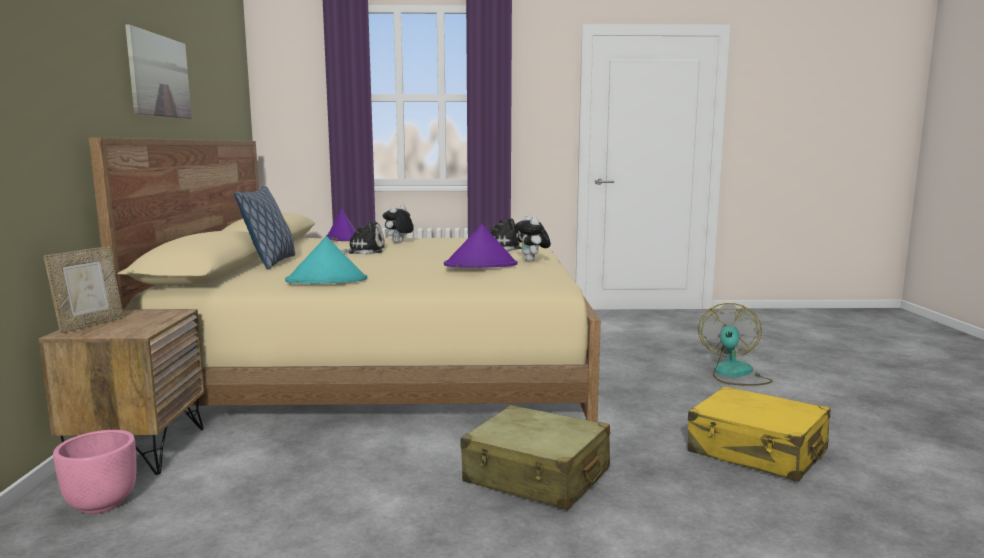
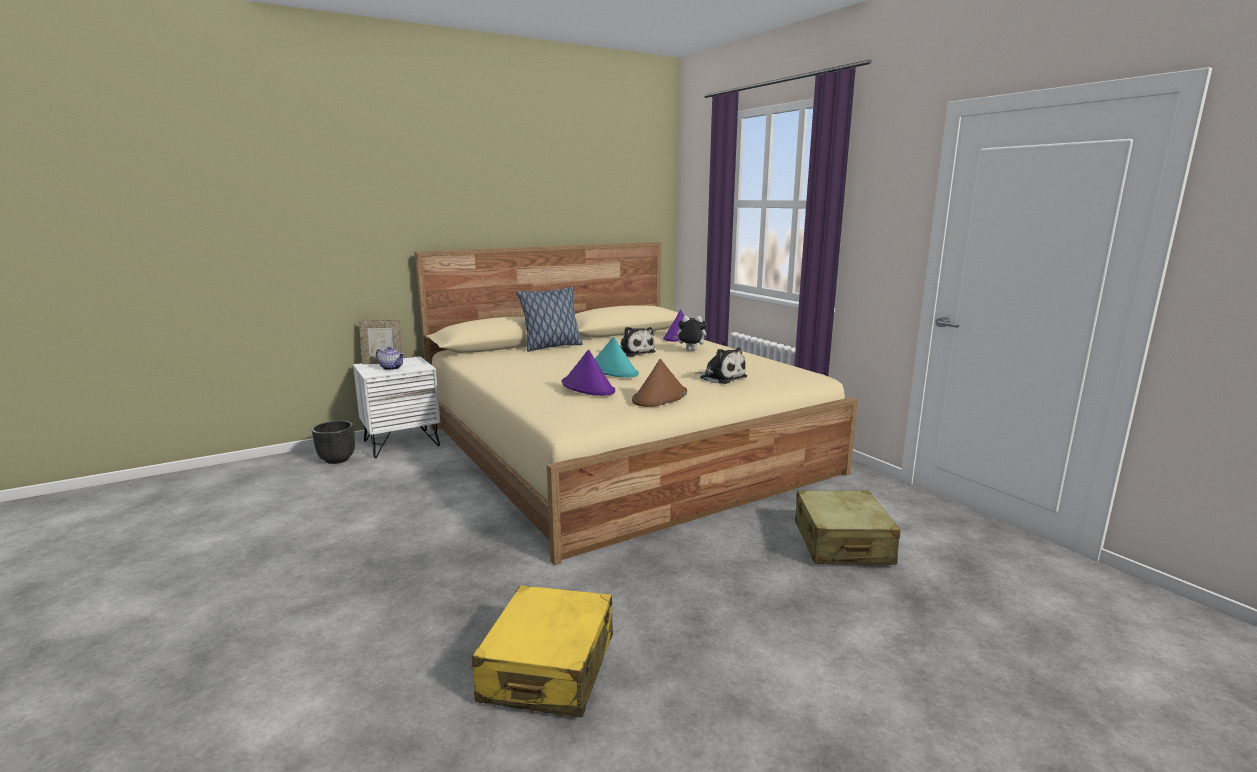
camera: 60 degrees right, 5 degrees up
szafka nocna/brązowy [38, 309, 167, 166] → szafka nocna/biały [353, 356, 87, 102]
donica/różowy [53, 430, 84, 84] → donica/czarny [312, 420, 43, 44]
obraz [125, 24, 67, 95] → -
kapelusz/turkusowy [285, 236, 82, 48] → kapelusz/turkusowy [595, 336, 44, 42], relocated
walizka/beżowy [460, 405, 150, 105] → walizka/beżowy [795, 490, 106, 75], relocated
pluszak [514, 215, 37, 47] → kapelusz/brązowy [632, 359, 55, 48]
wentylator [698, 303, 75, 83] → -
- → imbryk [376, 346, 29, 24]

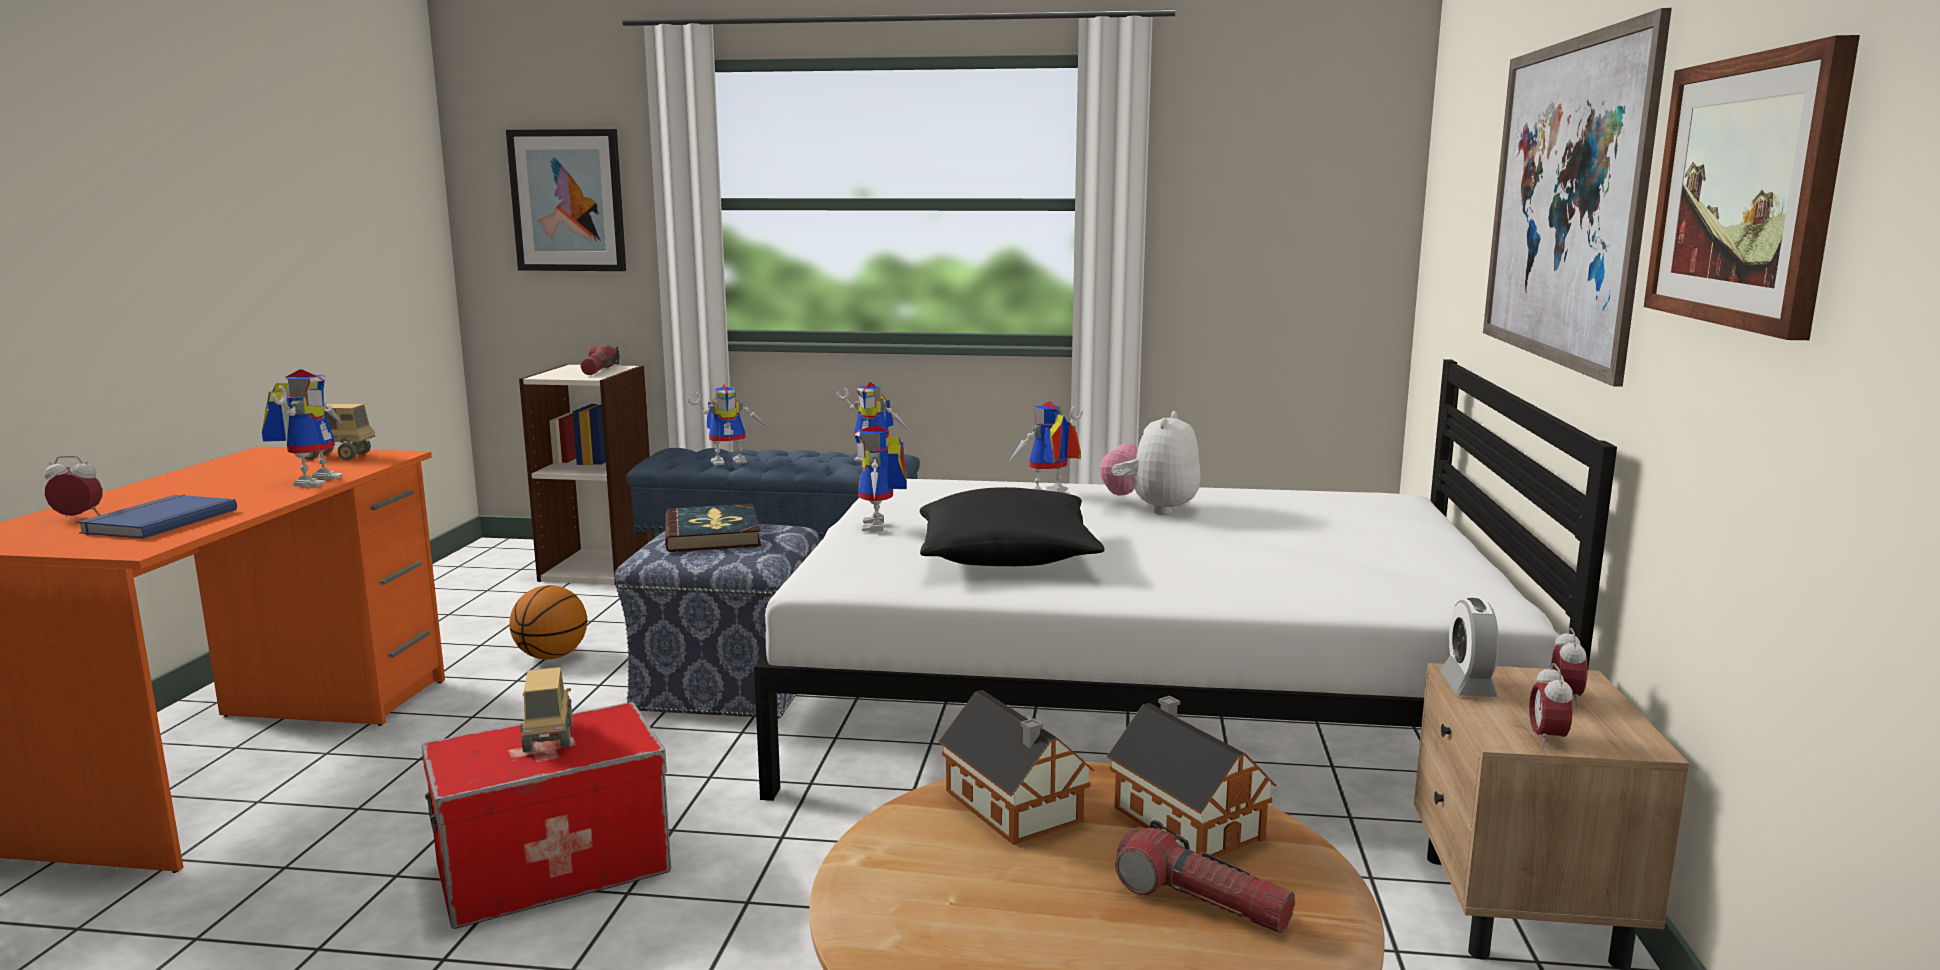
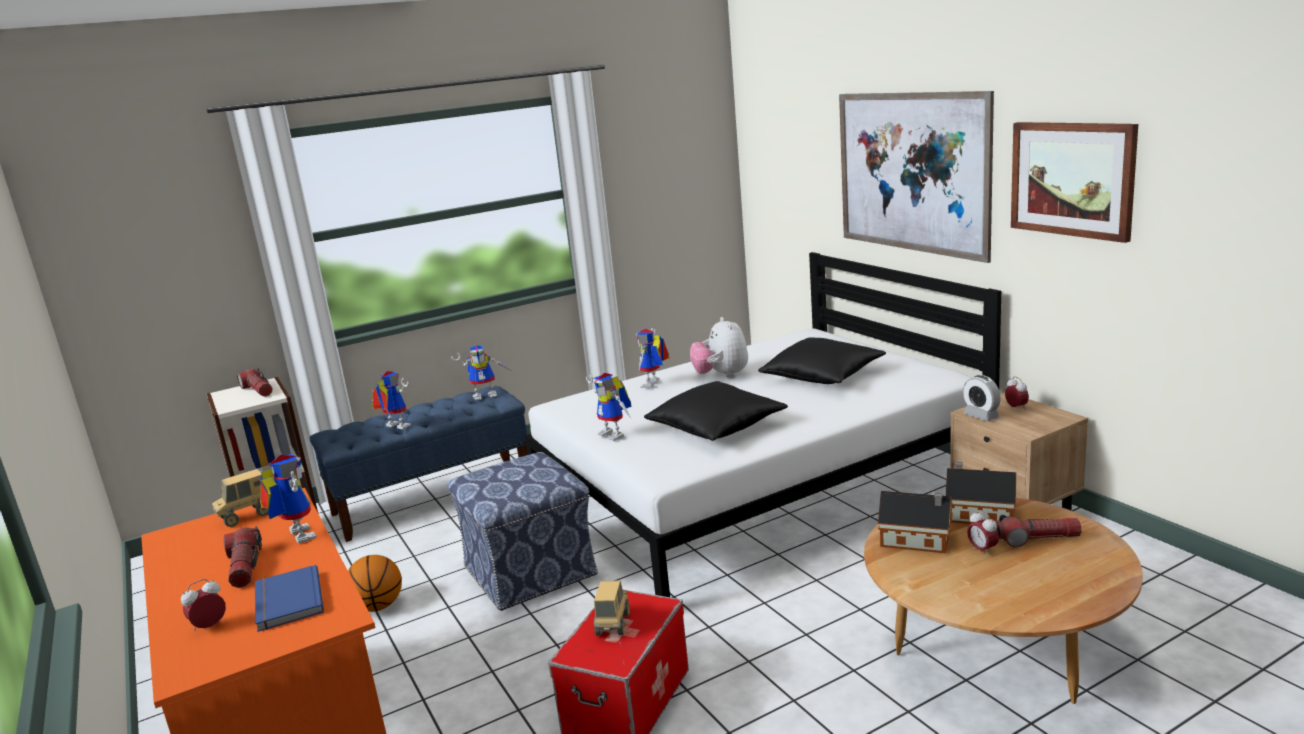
camera: 35 degrees left, 5 degrees up
obraz [506, 129, 120, 142] → -
ciężarówka zabawkowa [520, 667, 53, 85] → ciężarówka zabawkowa [594, 580, 36, 56], 60 degrees clockwise
książka [665, 504, 96, 48] → -
robot zabawkowy [687, 384, 82, 81] → robot zabawkowy [372, 371, 39, 58], 90 degrees counterclockwise
budzik [1529, 663, 44, 84] → budzik [967, 510, 32, 46], relocated
- → latarka [223, 526, 39, 62]
- → poduszka/czarny [758, 337, 128, 47]

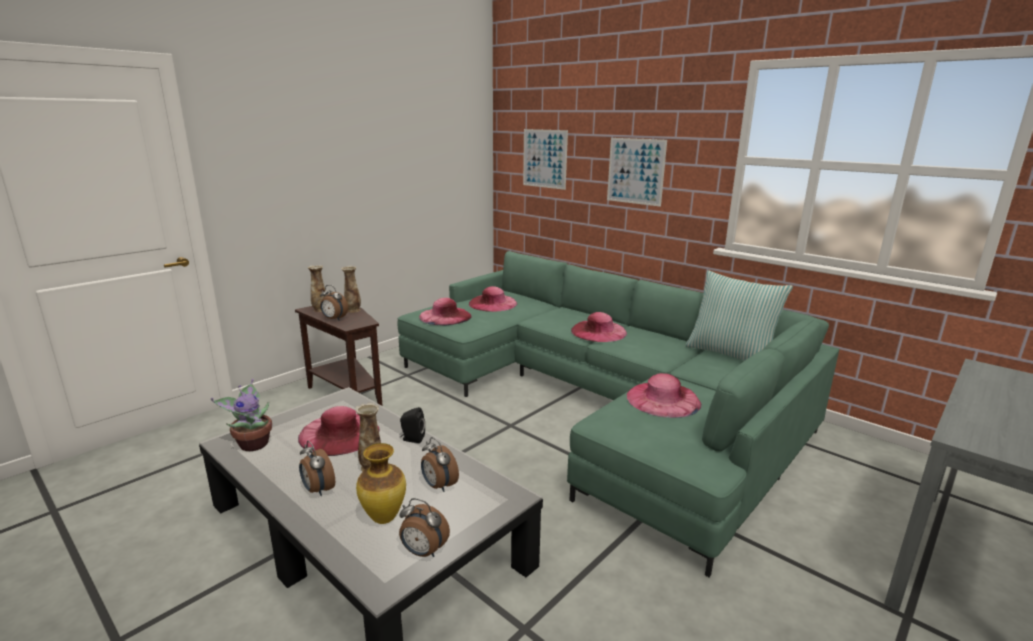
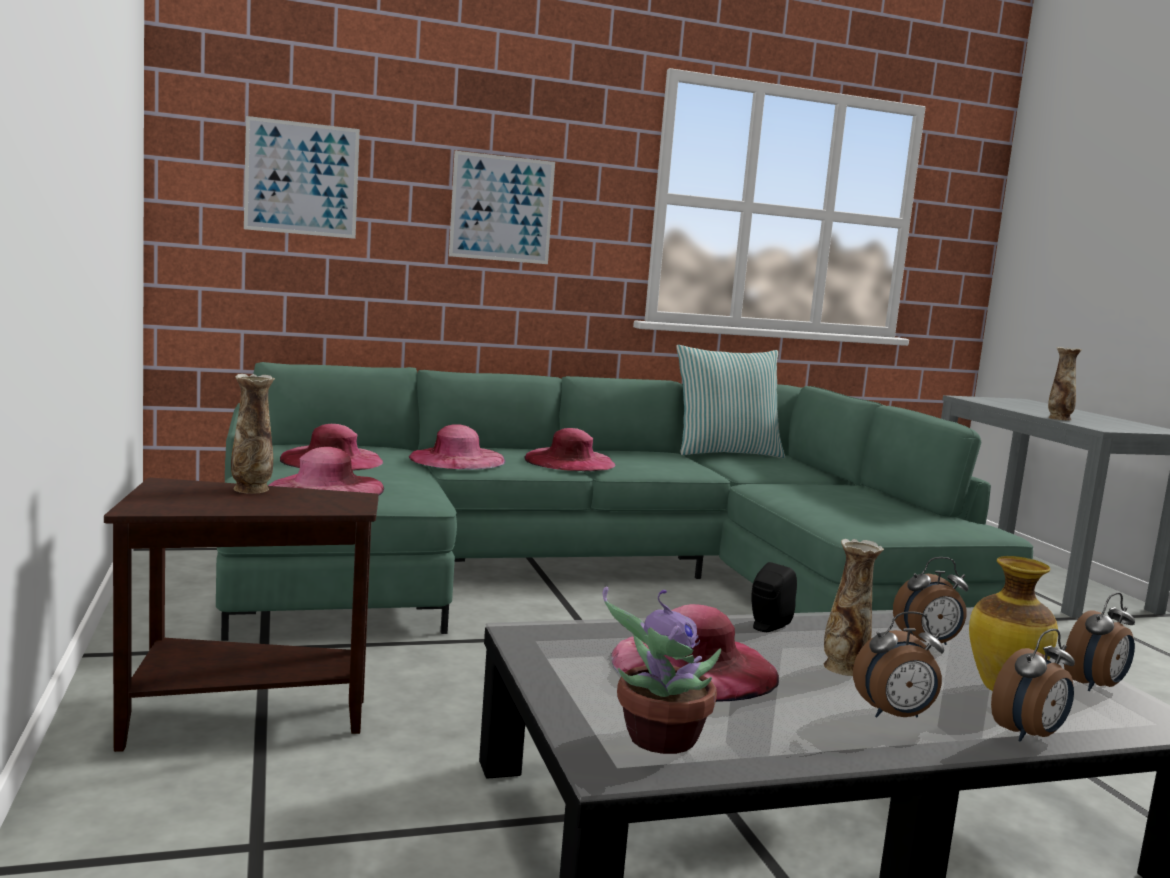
camera: 60 degrees left, 10 degrees down
wazon [308, 265, 19, 47] → wazon [1048, 347, 34, 73], relocated
budzik [320, 285, 28, 36] → budzik [991, 629, 84, 113], relocated
kapelusz/różowy [627, 373, 74, 45] → kapelusz/różowy [409, 424, 96, 45], relocated

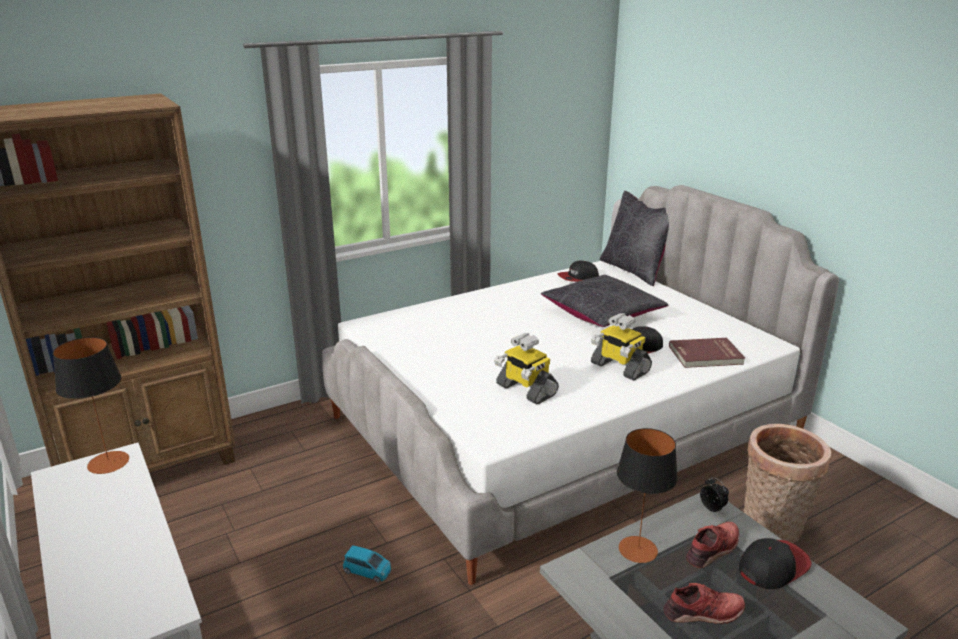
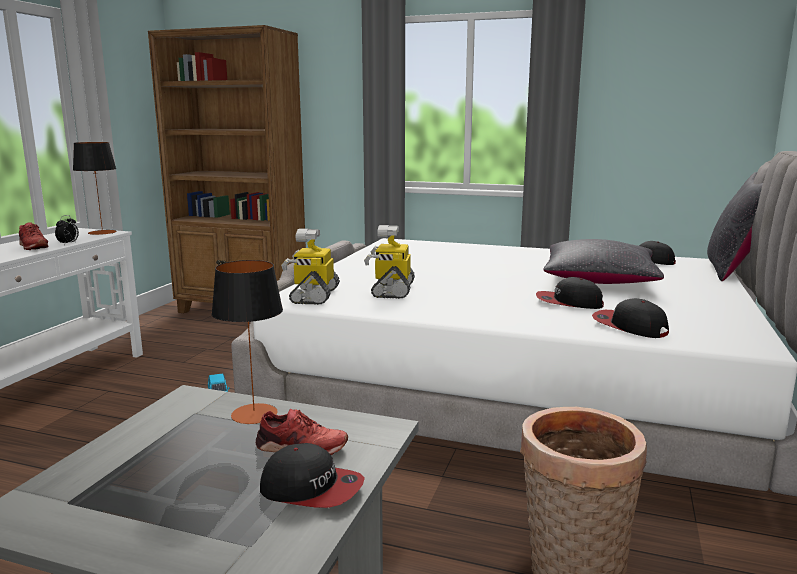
camera: 50 degrees right, 10 degrees down
robot zabawkowy [591, 313, 61, 68] → robot zabawkowy [281, 229, 59, 76], relocated
but/czerwony [663, 583, 82, 41] → but/czerwony [19, 222, 30, 28], relocated
książka/czerwony [669, 338, 76, 30] → czapka z daszkiem [592, 298, 77, 40]
budzik [700, 477, 29, 36] → budzik [55, 215, 24, 30], relocated

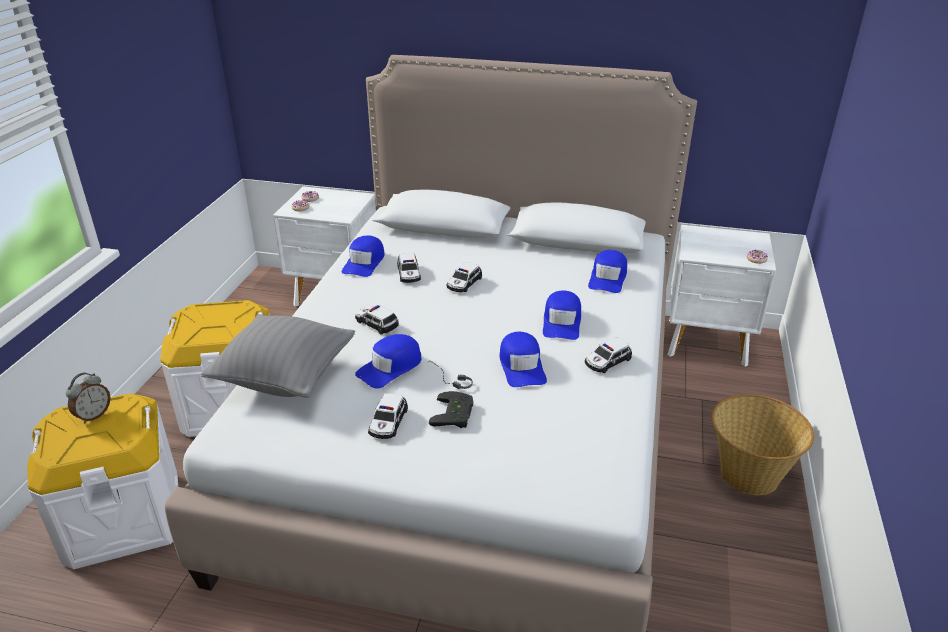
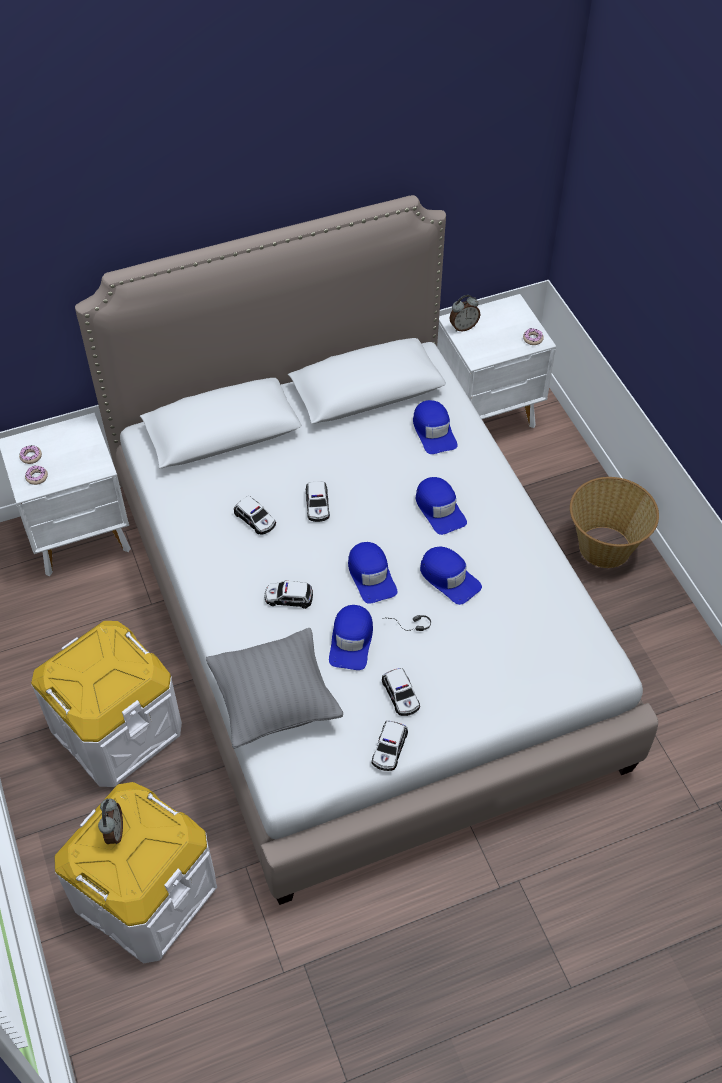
camera: 35 degrees left, 20 degrees up
czapka z daszkiem/niebieski [342, 235, 43, 42] → czapka z daszkiem/niebieski [348, 542, 49, 61], relocated
pad do gier/czarny [429, 391, 44, 37] → -
samochodzik [585, 337, 47, 36] → samochodzik [371, 721, 37, 50], relocated
- → budzik [449, 295, 32, 37]

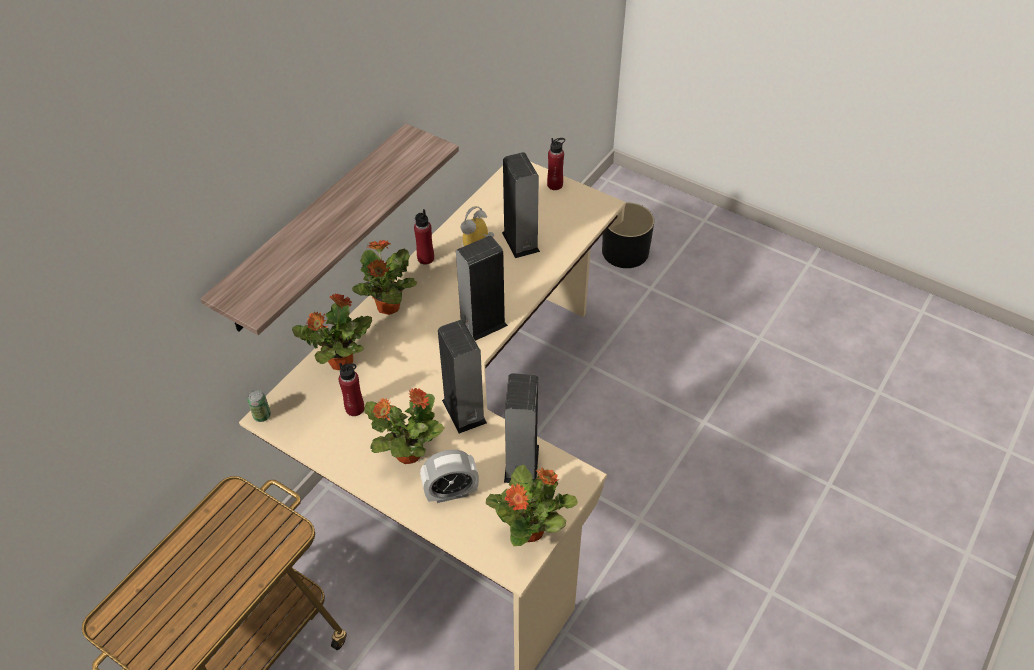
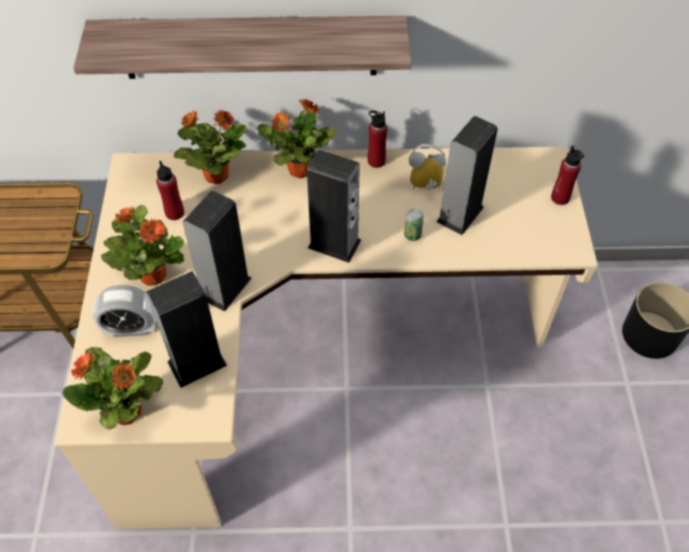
camera: 55 degrees right, 5 degrees up
puszka [247, 390, 24, 32] → puszka [404, 208, 20, 33], relocated
budzik [420, 450, 59, 53] → budzik [93, 285, 63, 52], 45 degrees counterclockwise

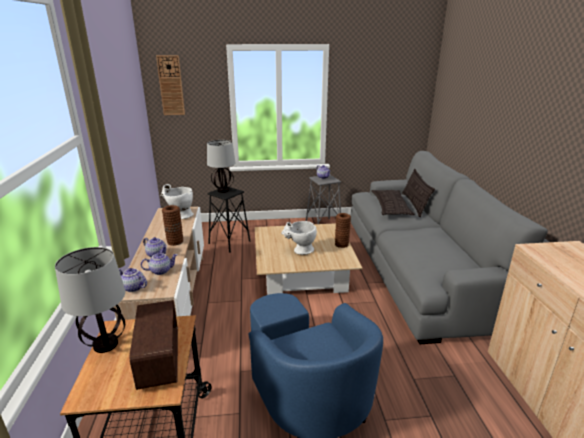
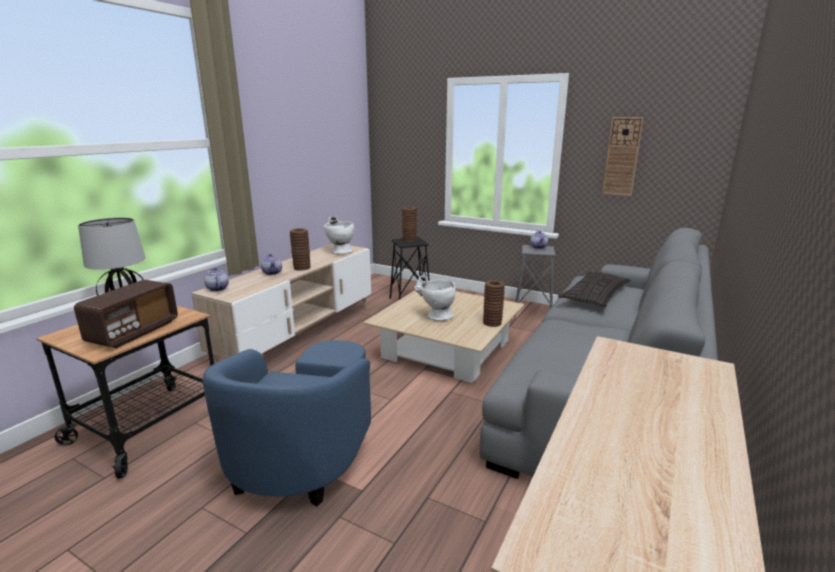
camera: 35 degrees right, 5 degrees down
imbryk [141, 253, 36, 22] → -
zegar ścienny [156, 55, 29, 60] → zegar ścienny [602, 117, 42, 79], relocated
lampa stołowa [207, 140, 28, 53] → wazon/brązowy [402, 207, 15, 35]
poduszka [402, 169, 33, 48] → -

